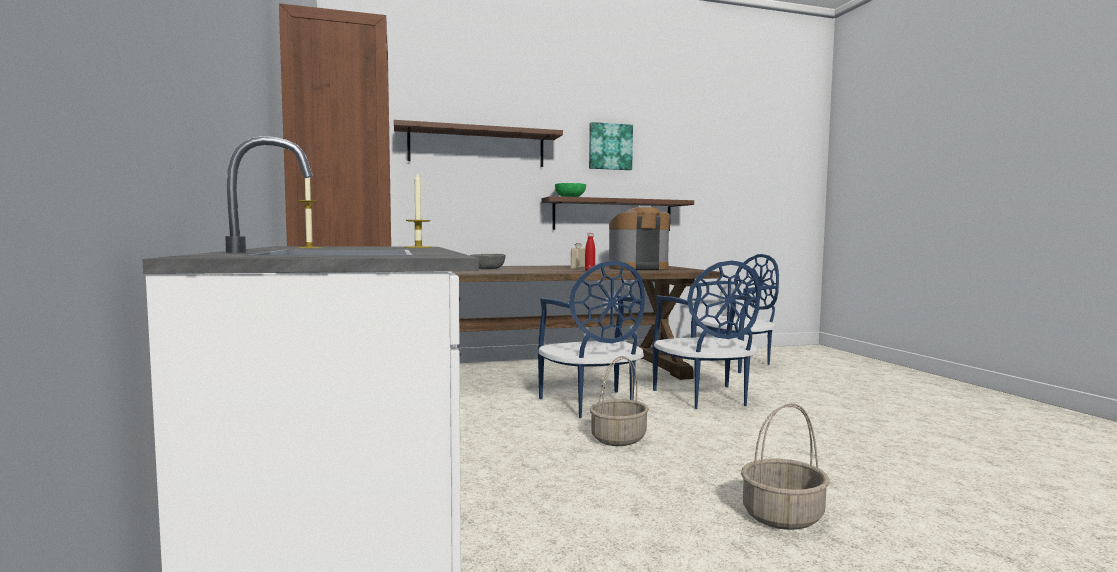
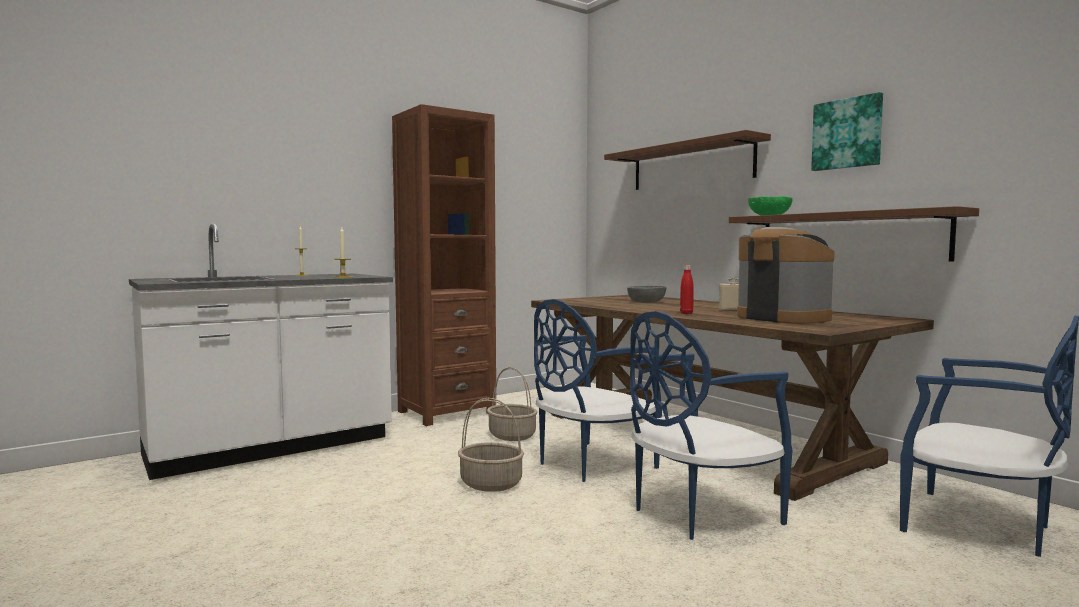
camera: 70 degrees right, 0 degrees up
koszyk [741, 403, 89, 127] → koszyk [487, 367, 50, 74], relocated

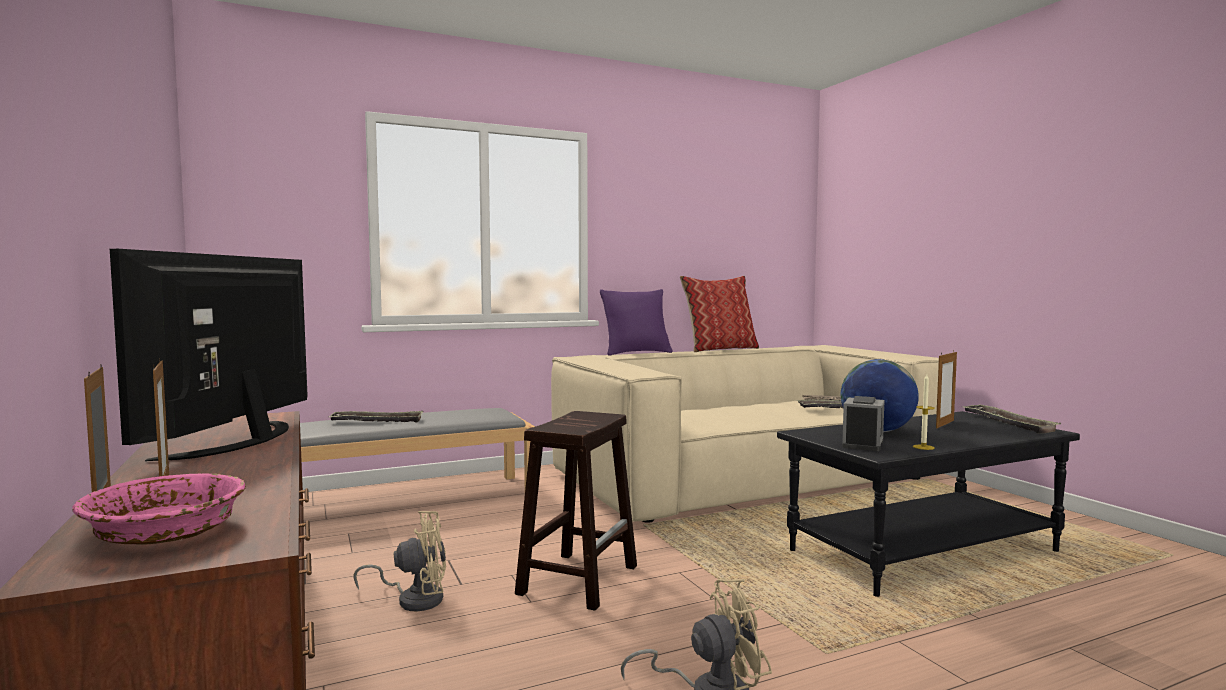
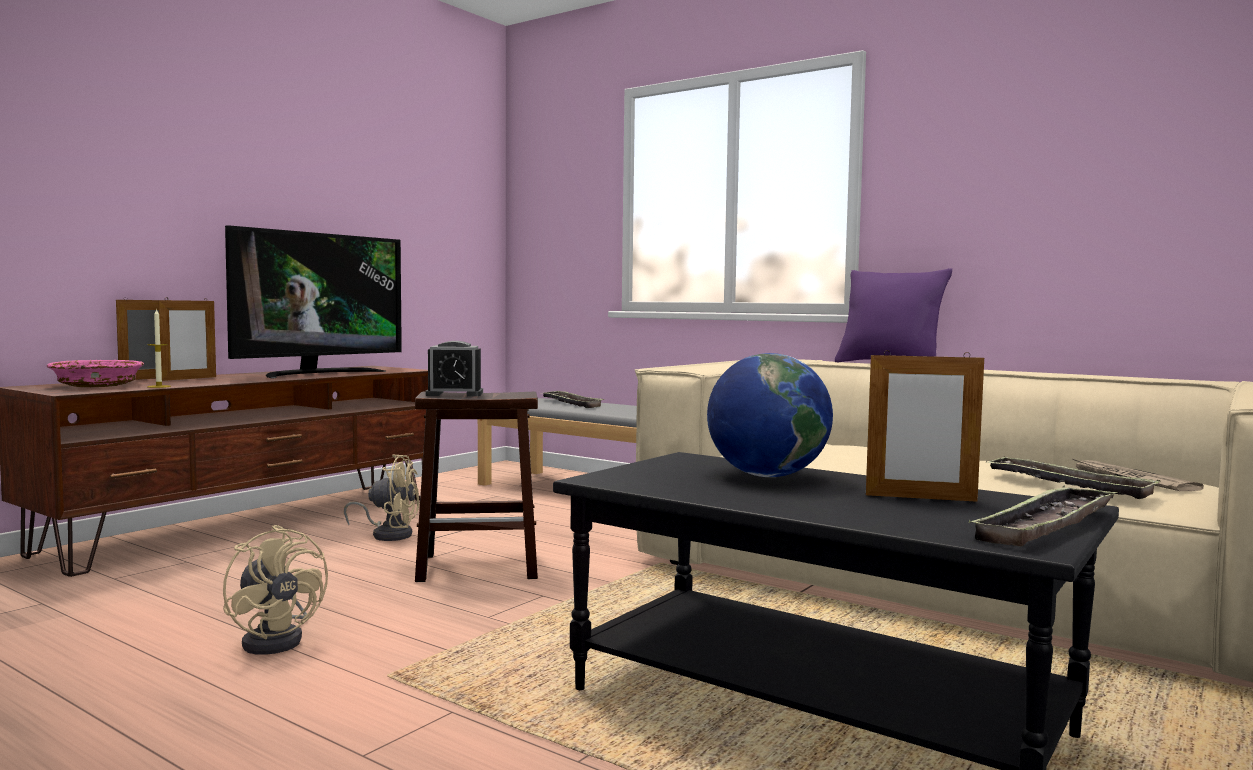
camera: 60 degrees right, 0 degrees up
telewizor [110, 249, 198, 212] → telewizor [225, 225, 177, 153], 150 degrees clockwise
wentylator/beżowy [353, 511, 93, 100] → wentylator/beżowy [344, 455, 75, 86], 45 degrees counterclockwise
poduszka [680, 276, 79, 76] → -
budzik [842, 396, 43, 55] → budzik [425, 341, 58, 55], relocated
świeca [913, 374, 22, 76] → świeca [147, 308, 24, 80], relocated

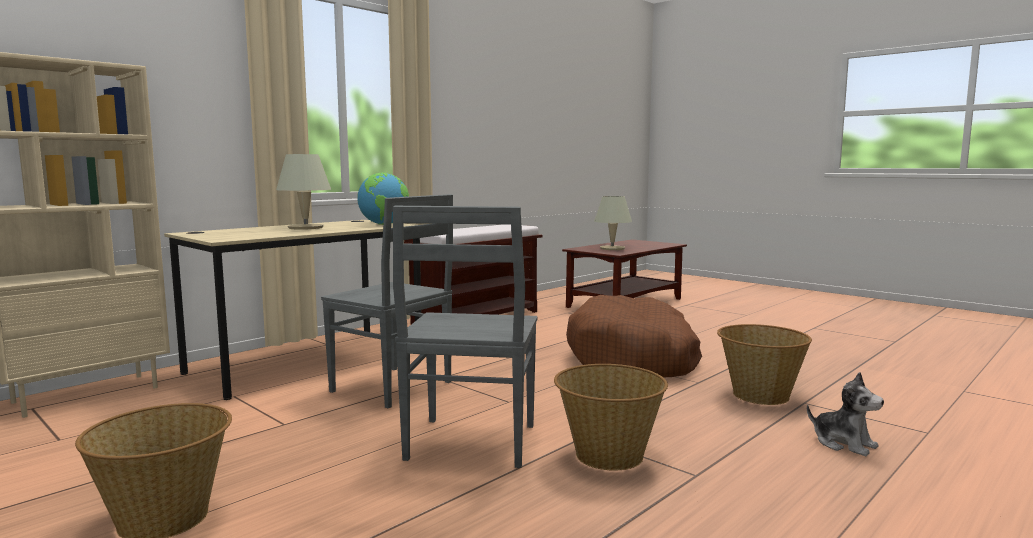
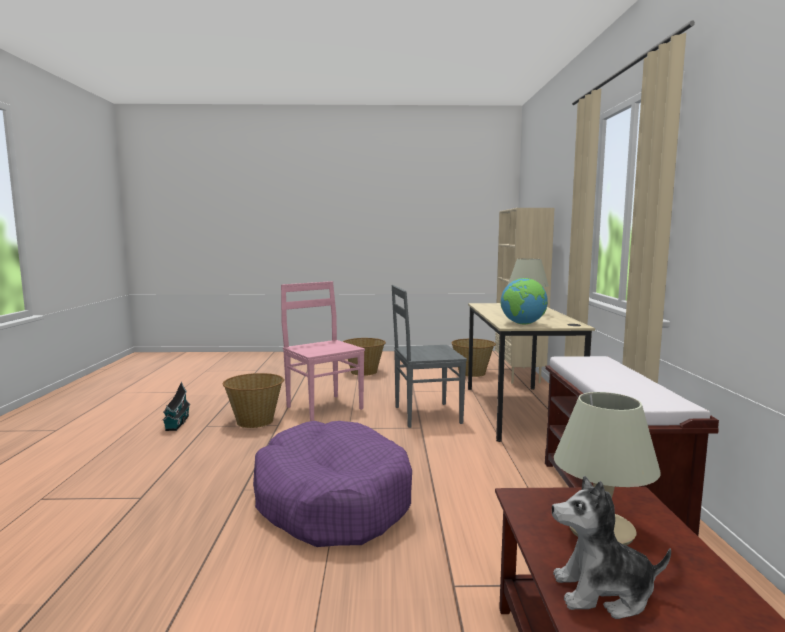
camera: 135 degrees right, 0 degrees up
krzesło/szary [393, 206, 144, 262] → krzesło/różowy [281, 281, 84, 140]
legowisko/brązowy [566, 295, 136, 82] → legowisko/fioletowy [253, 421, 159, 126]
koszyk [717, 324, 95, 81] → koszyk [451, 339, 45, 38], relocated
pluszak [807, 372, 77, 84] → pluszak [552, 476, 119, 143], relocated
- → domek [163, 382, 28, 49]

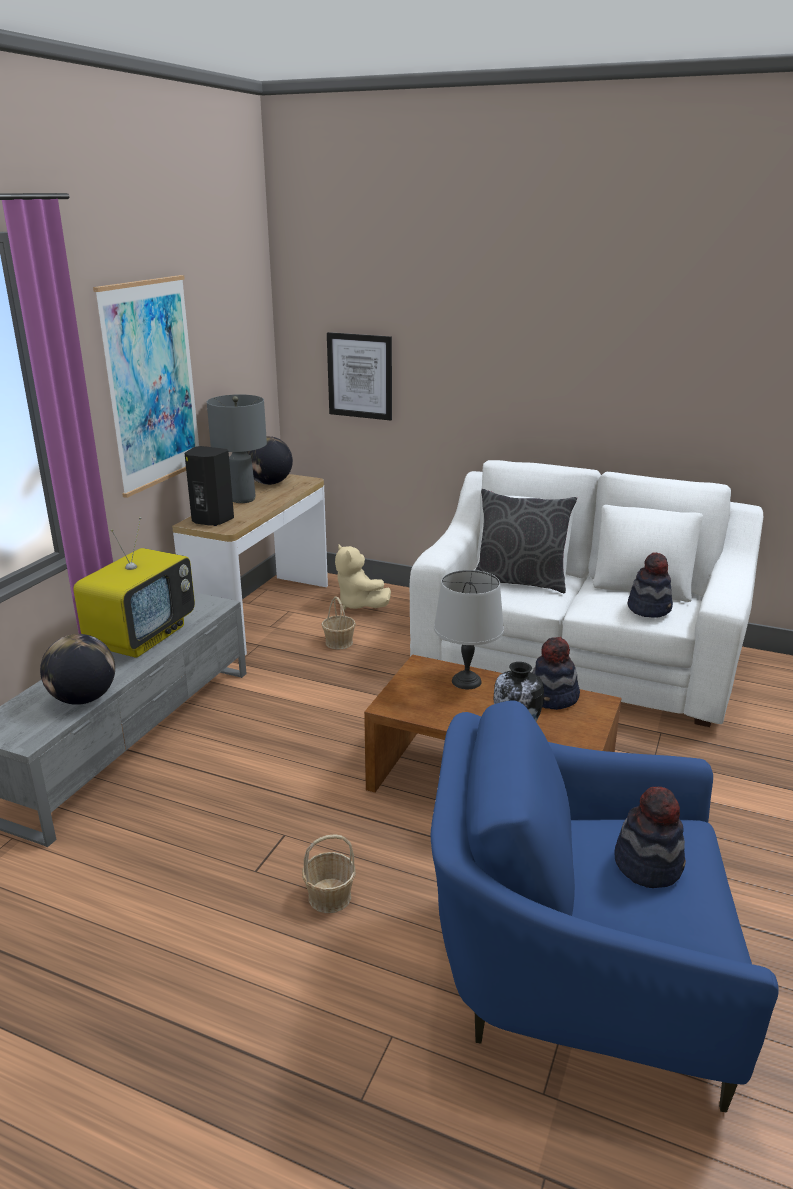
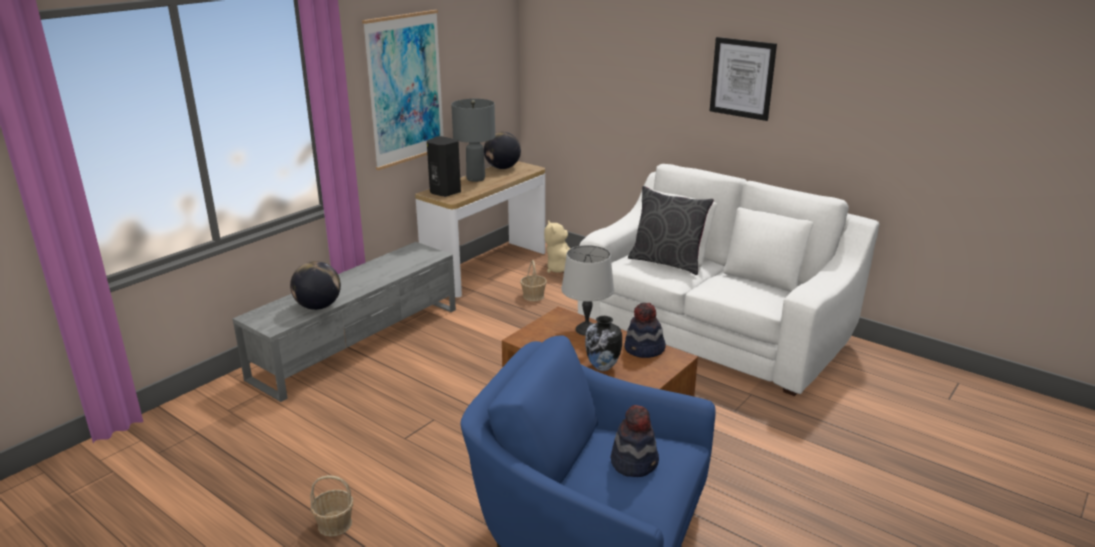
camera: 15 degrees right, 0 degrees up
telewizor [73, 517, 122, 141] → -
koszyk [302, 834, 54, 79] → koszyk [310, 475, 43, 62], relocated
obraz [327, 332, 65, 89] → obraz [710, 37, 67, 84], relocated
kapelusz [627, 552, 46, 66] → -

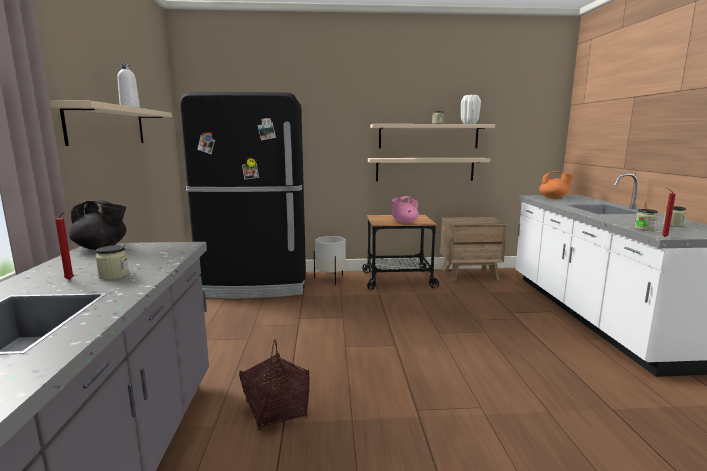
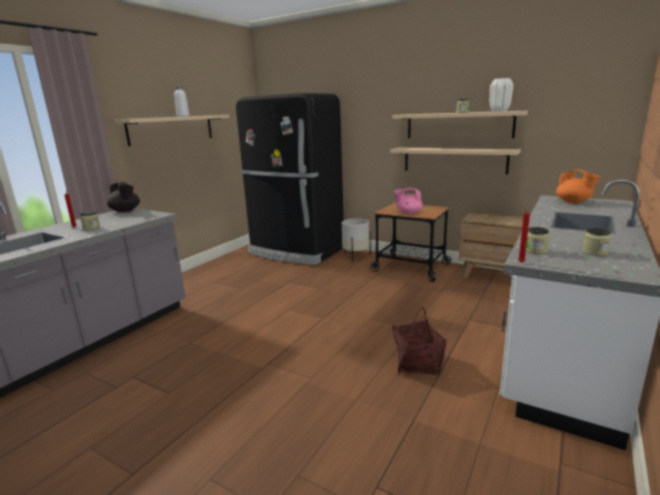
camera: 35 degrees right, 5 degrees up
koszyk [239, 339, 71, 91] → koszyk [392, 308, 54, 67], relocated

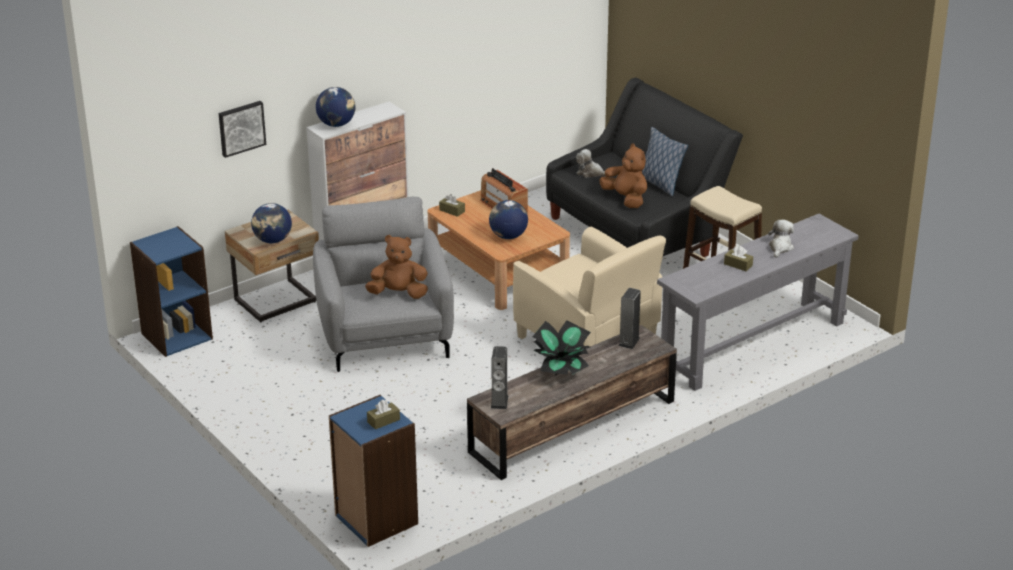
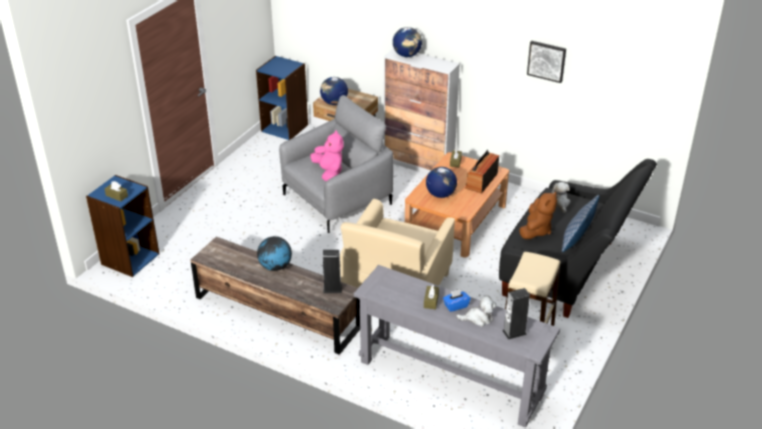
camera: 65 degrees right, 5 degrees up
obraz [219, 101, 47, 57] → obraz [527, 41, 39, 42], relocated
pluszak/brązowy [365, 235, 63, 64] → pluszak/różowy [310, 130, 34, 51]
głośnik [491, 346, 17, 63] → głośnik [502, 288, 28, 52], relocated
roślina doniczkowa [533, 320, 58, 55] → globus [257, 236, 35, 35]
- → pudełko chusteczek/niebieski [443, 289, 28, 23]

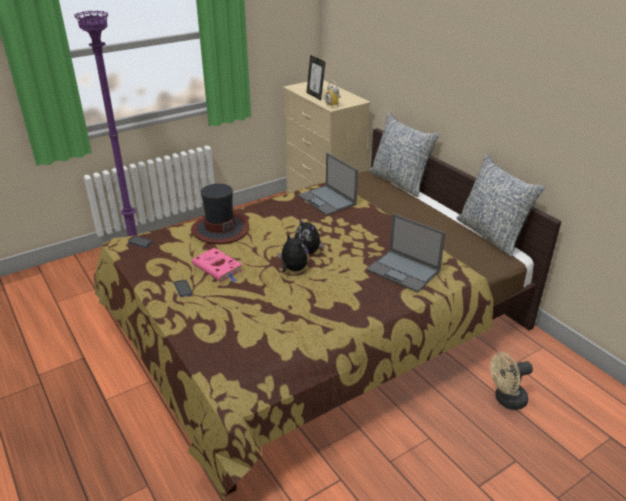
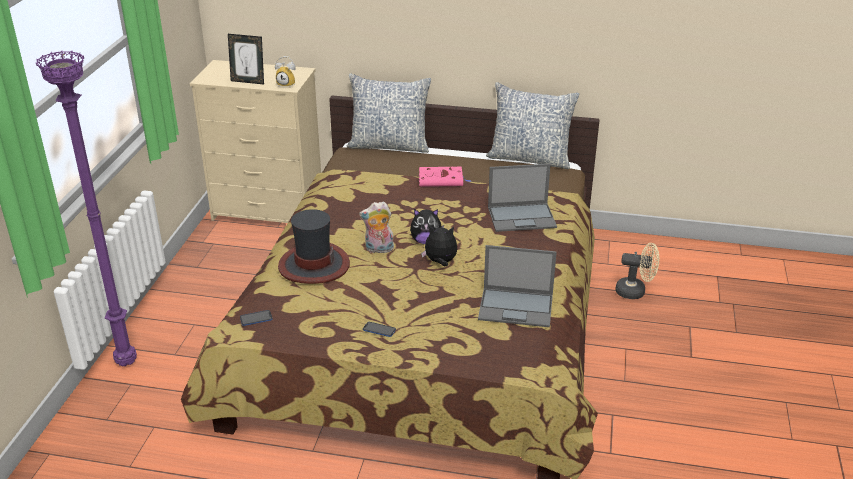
camera: 45 degrees left, 0 degrees up
książka/różowy [192, 248, 51, 34] → książka/różowy [419, 167, 52, 20], relocated
laptop [298, 153, 60, 62] → laptop [478, 245, 79, 82], relocated
wentylator/beżowy [490, 352, 43, 58] → wentylator/beżowy [616, 243, 43, 56], 105 degrees counterclockwise
- → pluszak [359, 201, 36, 52]

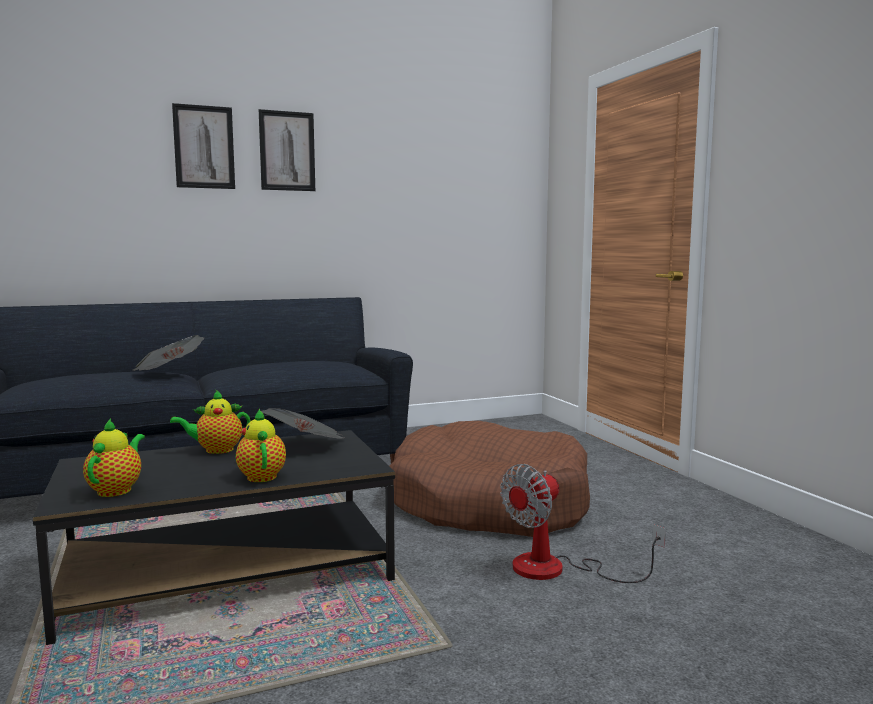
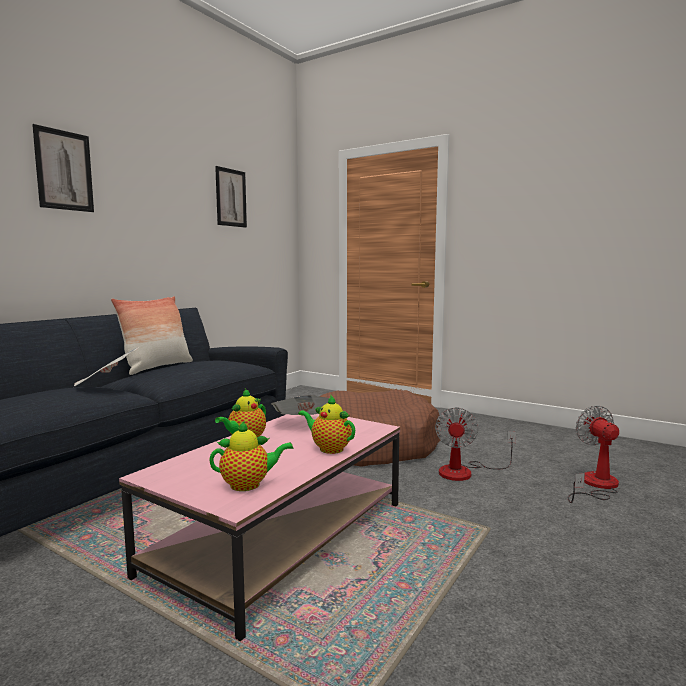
camera: 35 degrees left, 0 degrees up
ława/czarny [33, 430, 362, 215] → ława/różowy [119, 414, 281, 227]
imbryk [83, 418, 62, 79] → imbryk [209, 421, 84, 70], 105 degrees clockwise
obraz [259, 109, 56, 82] → obraz [215, 166, 32, 62], relocated
- → poduszka [111, 296, 82, 79]
- → wentylator [568, 405, 51, 98]

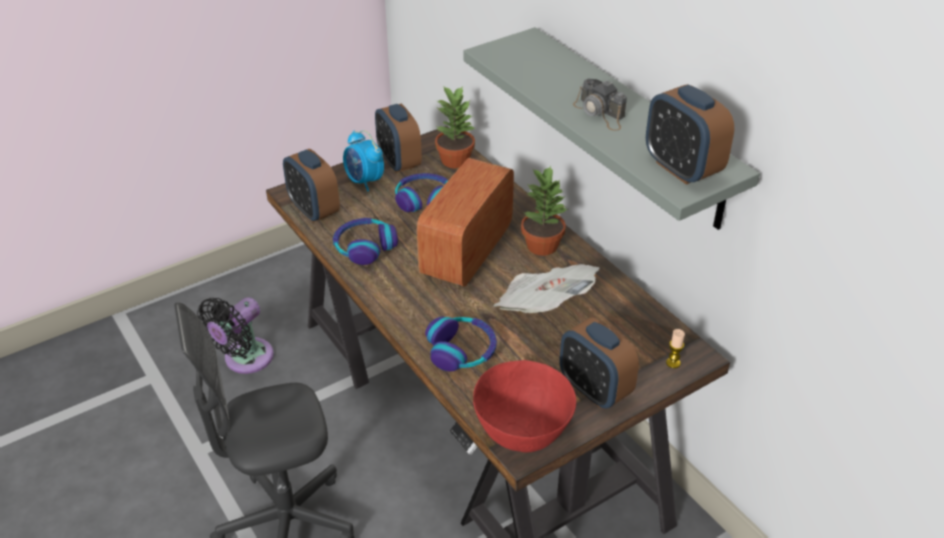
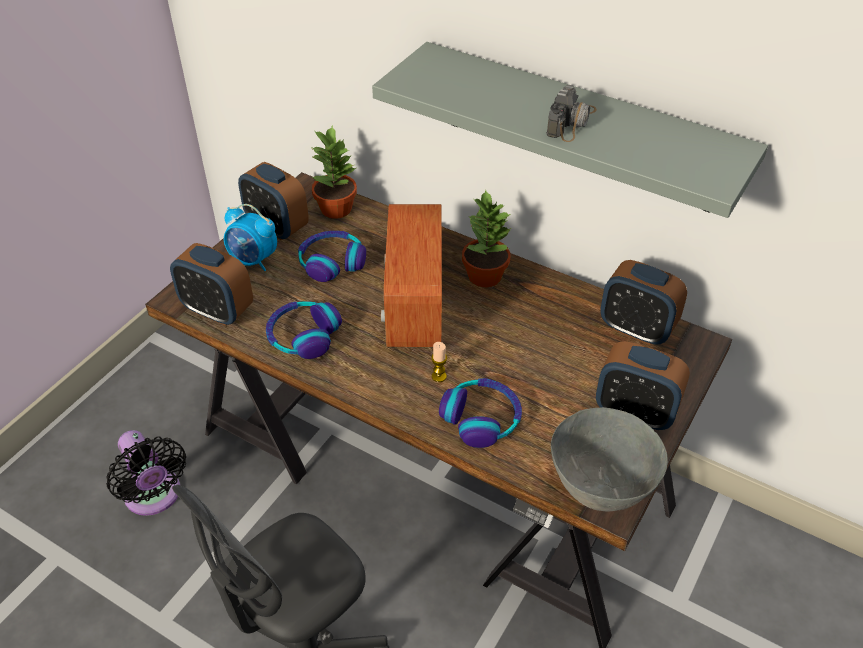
camera: 25 degrees left, 5 degrees up
wentylator/czarny [197, 297, 77, 77] → wentylator/czarny [106, 430, 80, 86], 45 degrees counterclockwise
miska/czerwony [473, 360, 103, 93] → miska/szary [551, 407, 117, 105]
gazeta [493, 264, 107, 49] → -
aparat fotograficzny [573, 78, 54, 53] → aparat fotograficzny [547, 85, 50, 57], 90 degrees counterclockwise
budzik [646, 84, 88, 101] → budzik [600, 260, 87, 85], relocated
świeca [666, 329, 19, 39] → świeca [432, 342, 15, 40], relocated

